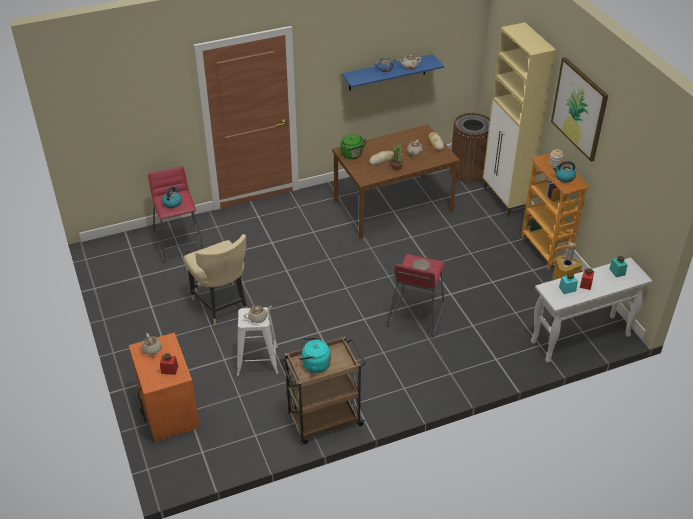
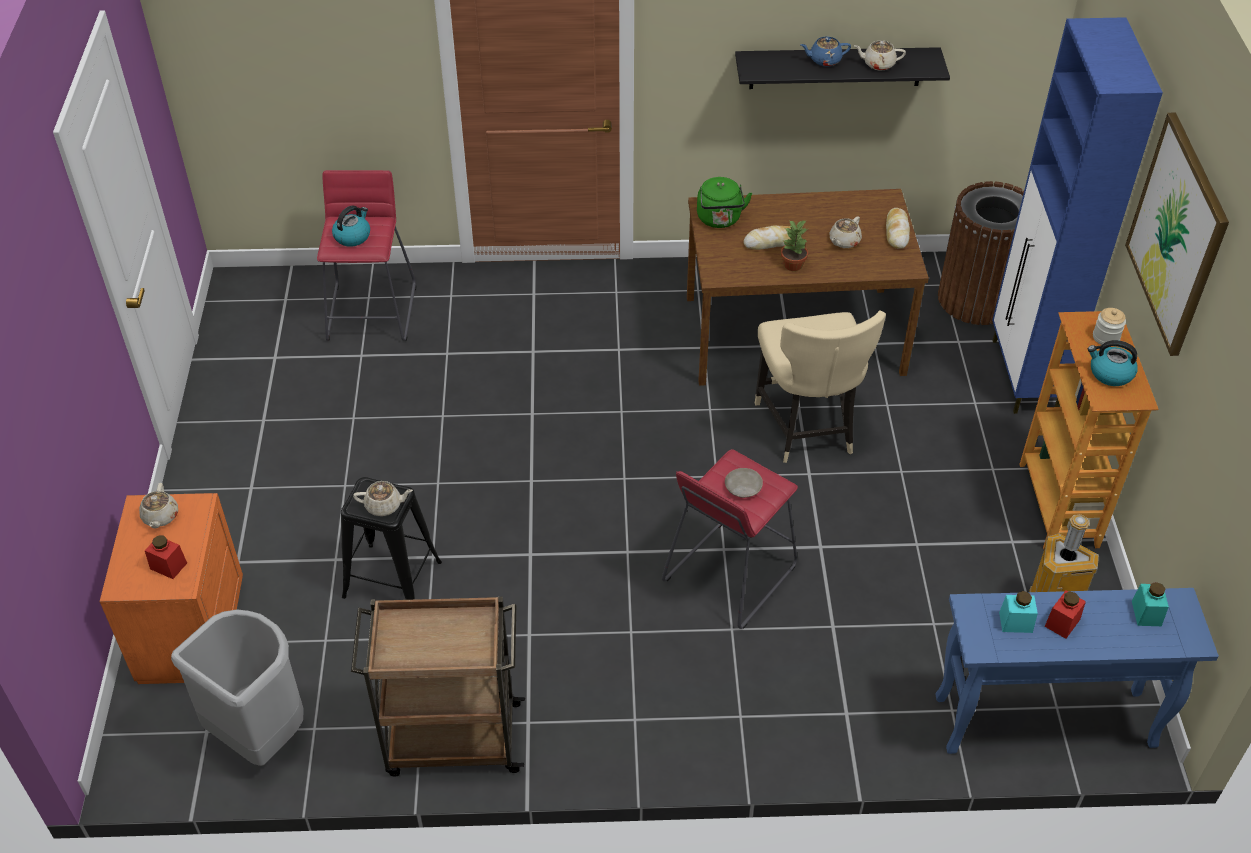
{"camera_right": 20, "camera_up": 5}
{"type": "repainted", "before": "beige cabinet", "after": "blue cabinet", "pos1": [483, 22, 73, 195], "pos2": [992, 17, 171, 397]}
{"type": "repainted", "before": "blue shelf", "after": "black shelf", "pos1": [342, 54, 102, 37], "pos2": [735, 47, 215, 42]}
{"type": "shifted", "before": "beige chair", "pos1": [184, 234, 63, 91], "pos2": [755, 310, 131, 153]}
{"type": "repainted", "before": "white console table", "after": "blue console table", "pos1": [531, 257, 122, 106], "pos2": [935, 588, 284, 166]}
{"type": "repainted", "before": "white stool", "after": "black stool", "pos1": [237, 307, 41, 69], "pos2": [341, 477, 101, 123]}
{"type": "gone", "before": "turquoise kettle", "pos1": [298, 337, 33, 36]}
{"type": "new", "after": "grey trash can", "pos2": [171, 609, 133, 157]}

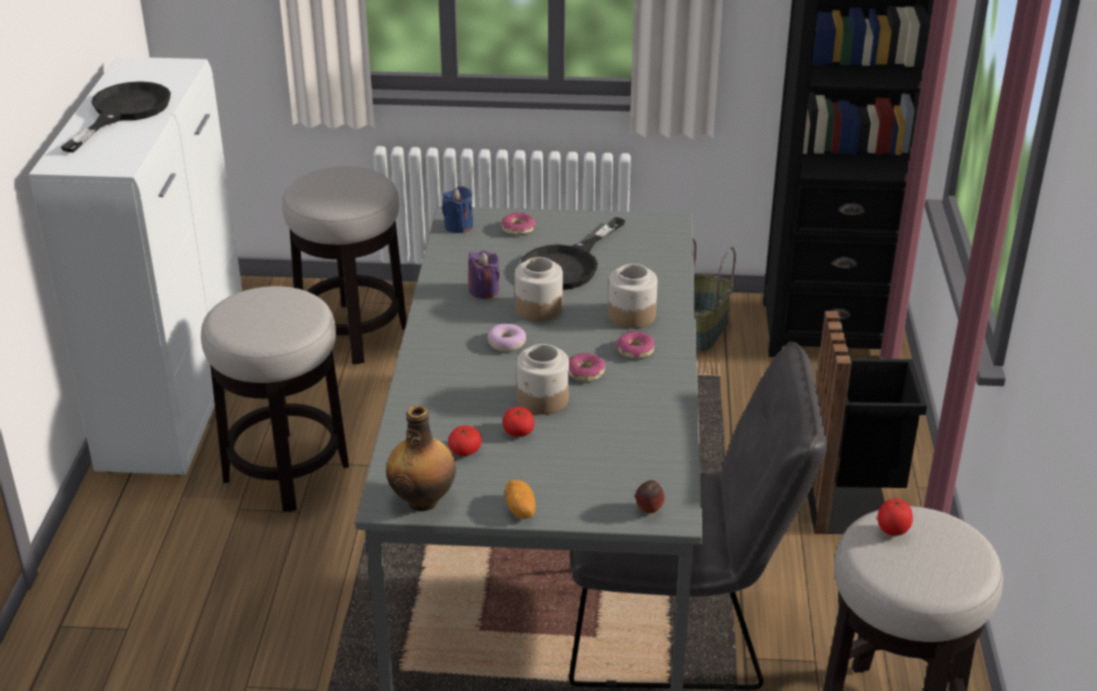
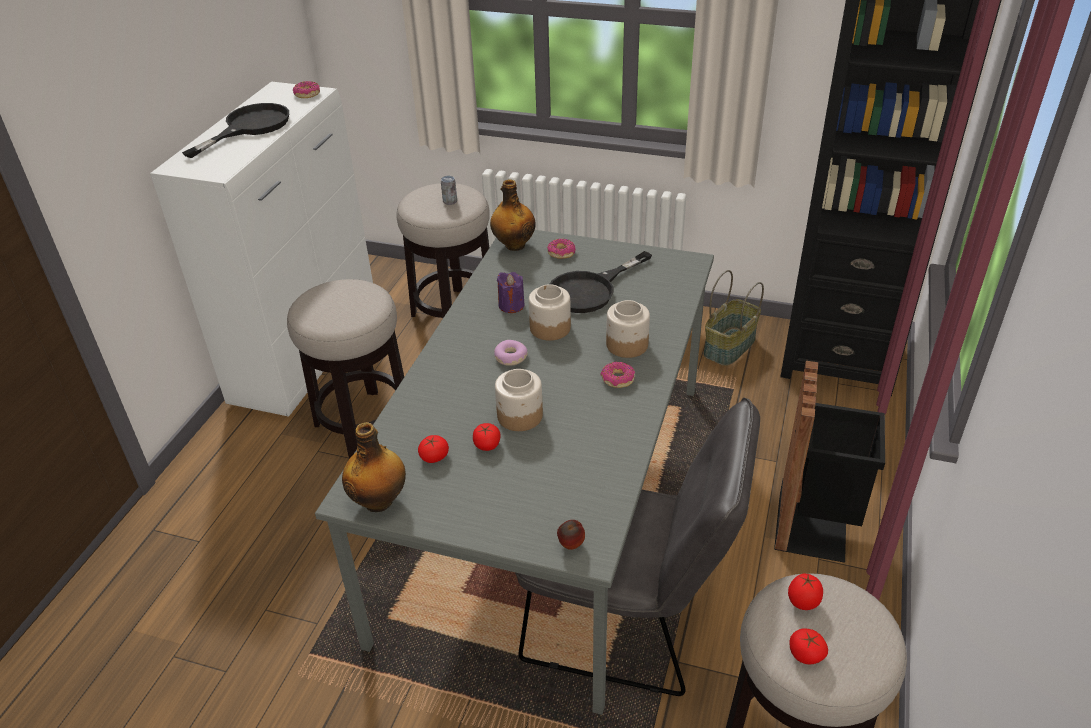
{"camera_right": 15, "camera_up": 5}
{"type": "swapped", "before": "blue candle", "after": "bottle", "pos1": [442, 186, 31, 47], "pos2": [490, 179, 45, 72]}
{"type": "shifted", "before": "donut", "pos1": [569, 353, 36, 29], "pos2": [293, 81, 27, 17]}
{"type": "gone", "before": "potato", "pos1": [505, 480, 31, 39]}
{"type": "new", "after": "can", "pos2": [441, 176, 16, 29]}
{"type": "new", "after": "tomato", "pos2": [789, 628, 39, 36]}

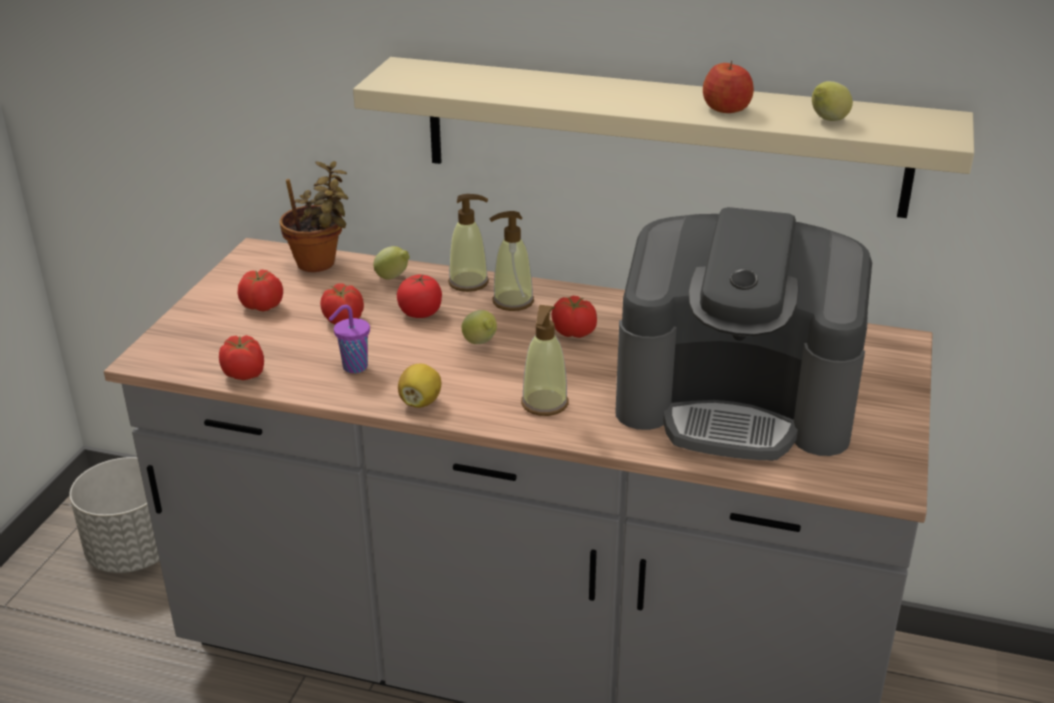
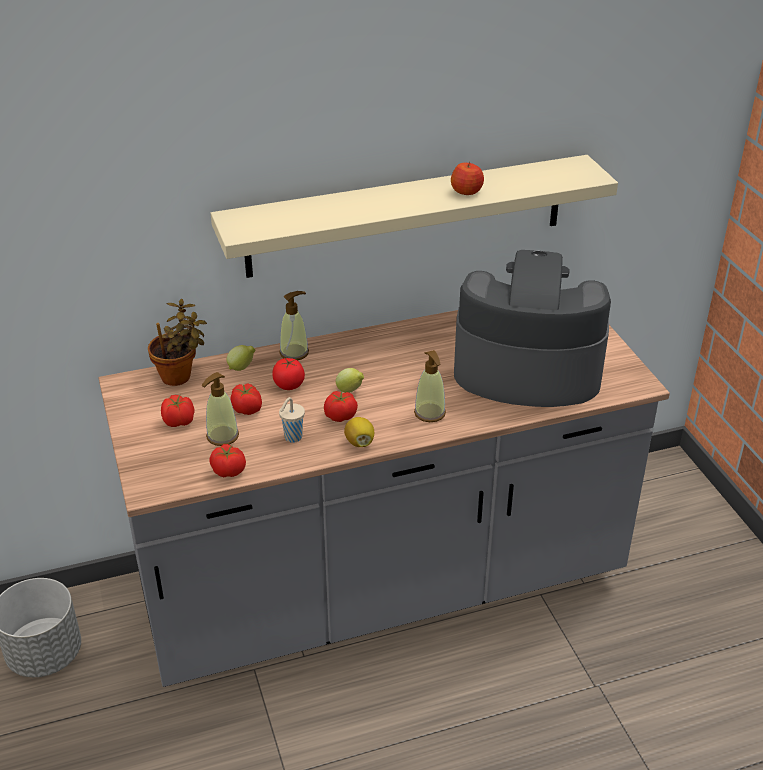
{"camera_right": -35, "camera_up": 5}
{"type": "gone", "before": "lemon", "pos1": [812, 81, 41, 40]}
{"type": "rotated", "before": "coffee machine", "pos1": [616, 207, 256, 254], "pos2": [454, 250, 157, 157], "turn": -150}
{"type": "shifted", "before": "soap dispenser", "pos1": [489, 211, 45, 100], "pos2": [202, 372, 37, 74]}
{"type": "shifted", "before": "tomato", "pos1": [552, 296, 45, 42], "pos2": [324, 391, 34, 31]}
{"type": "repainted", "before": "purple cup", "after": "beige cup", "pos1": [329, 305, 41, 68], "pos2": [279, 397, 26, 46]}

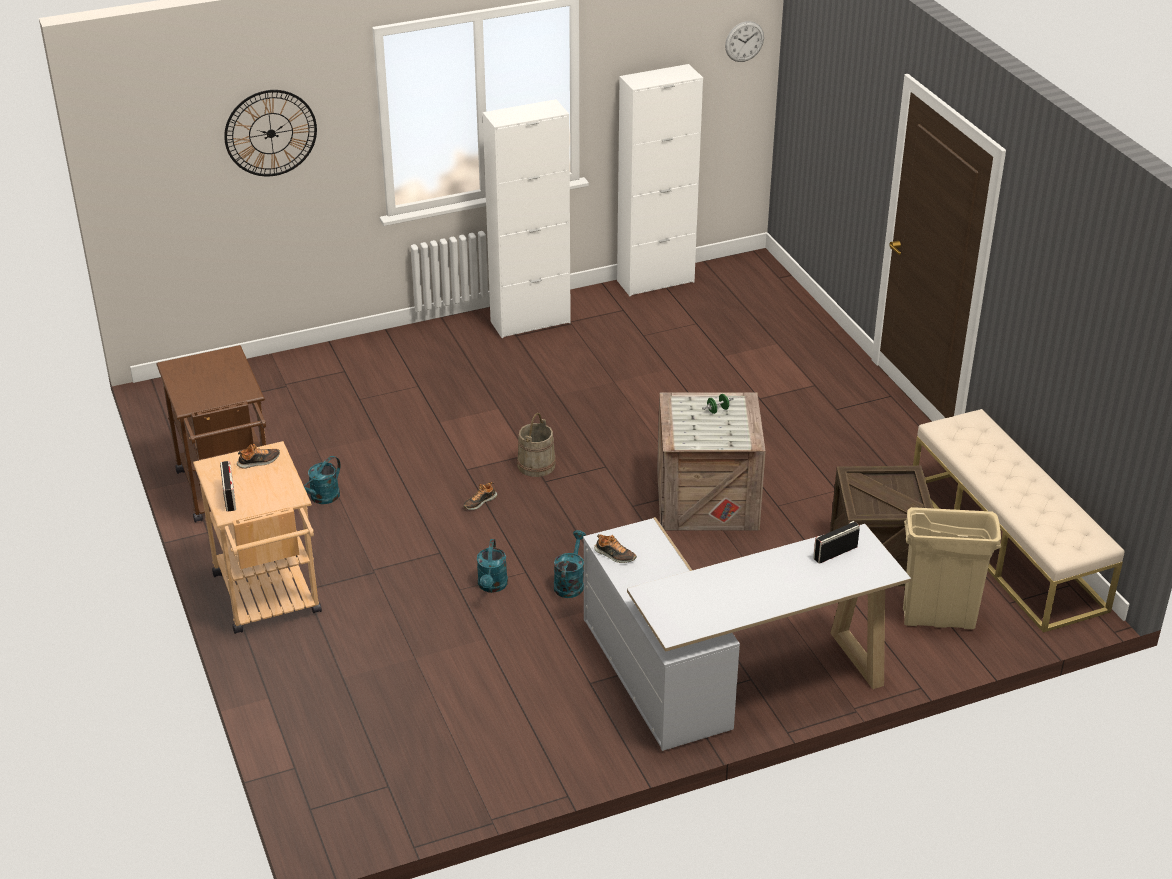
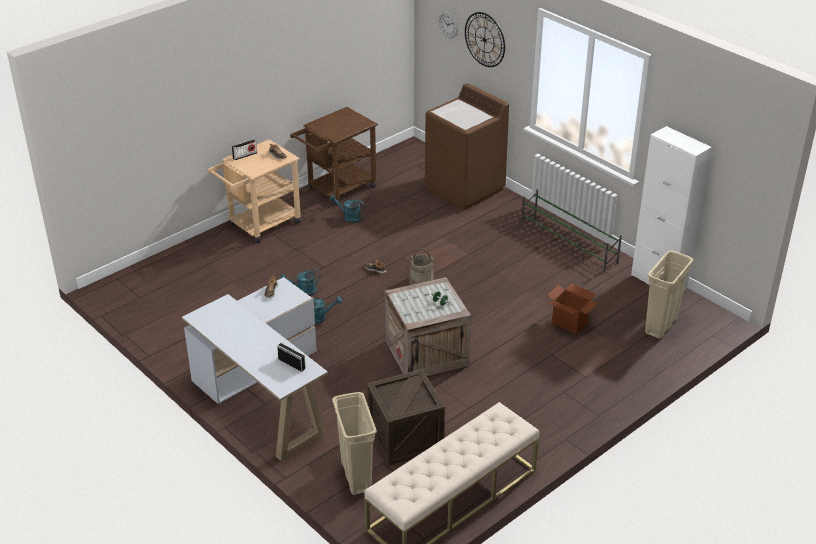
{"camera_right": 70, "camera_up": 0}
{"type": "shifted", "before": "wall clock", "pos1": [725, 21, 39, 41], "pos2": [439, 12, 19, 26]}
{"type": "swapped", "before": "white cabinet", "after": "green shoe rack", "pos1": [483, 99, 88, 239], "pos2": [521, 190, 101, 82]}
{"type": "new", "after": "brown washing machine", "pos2": [425, 83, 84, 127]}
{"type": "new", "after": "beige trash can", "pos2": [645, 250, 48, 89]}
{"type": "new", "after": "cardboard box", "pos2": [548, 284, 50, 50]}

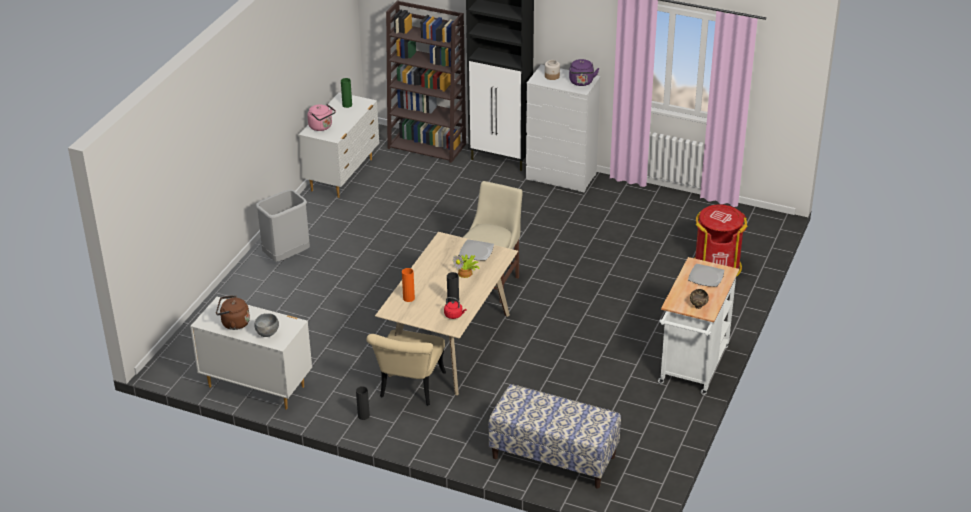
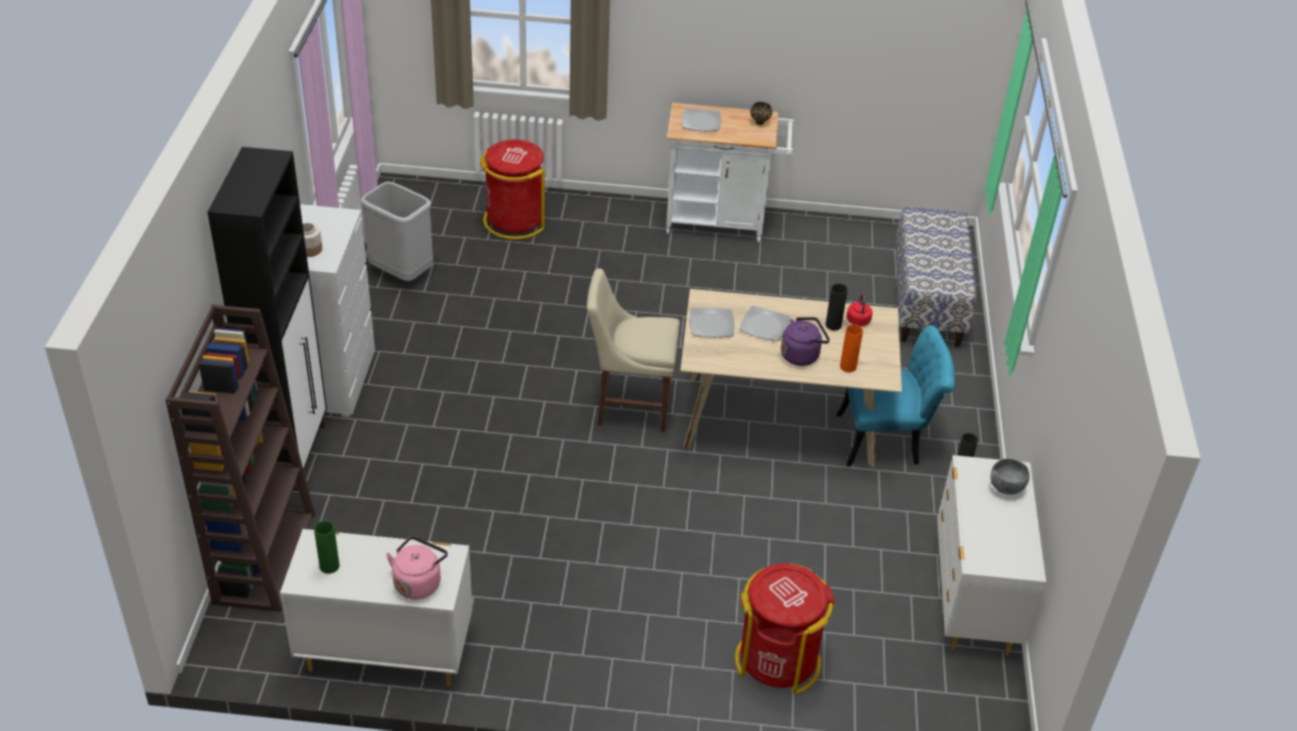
{"camera_right": -110, "camera_up": 5}
{"type": "shifted", "before": "purple kettle", "pos1": [569, 59, 30, 27], "pos2": [781, 317, 49, 49]}
{"type": "shifted", "before": "grey trash can", "pos1": [256, 189, 54, 73], "pos2": [360, 181, 73, 100]}
{"type": "swapped", "before": "potted plant", "after": "plate", "pos1": [453, 254, 26, 24], "pos2": [739, 306, 51, 35]}
{"type": "gone", "before": "brown kettle", "pos1": [216, 295, 34, 35]}
{"type": "repainted", "before": "beige chair", "after": "turquoise chair", "pos1": [366, 330, 80, 76], "pos2": [837, 325, 118, 141]}
{"type": "new", "after": "red trash can", "pos2": [735, 563, 100, 132]}

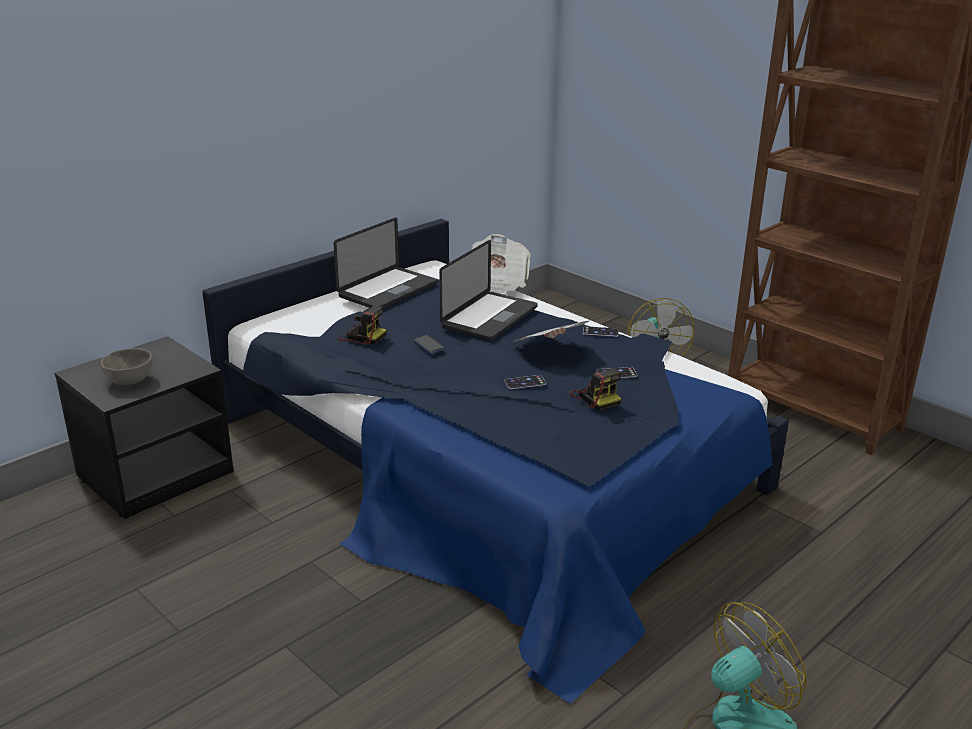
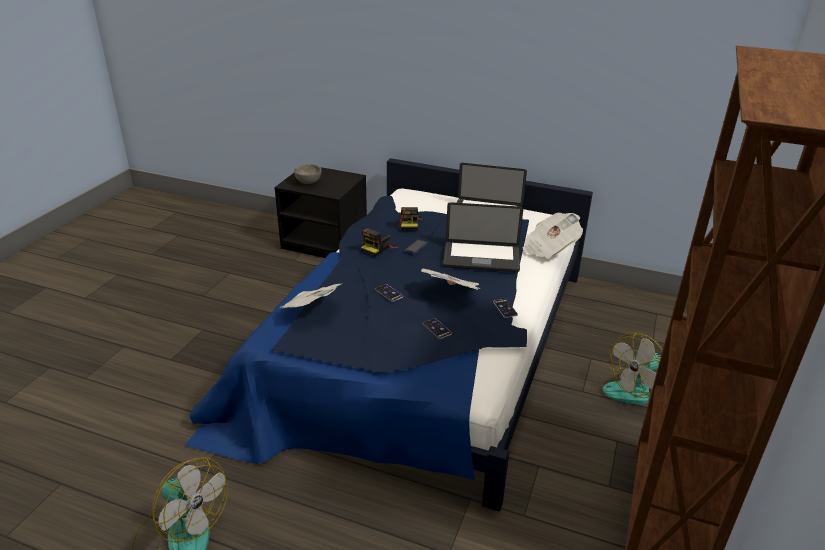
{"camera_right": 65, "camera_up": 5}
{"type": "shifted", "before": "photo camera", "pos1": [570, 369, 51, 42], "pos2": [361, 228, 37, 29]}
{"type": "new", "after": "newspaper", "pos2": [280, 284, 61, 24]}

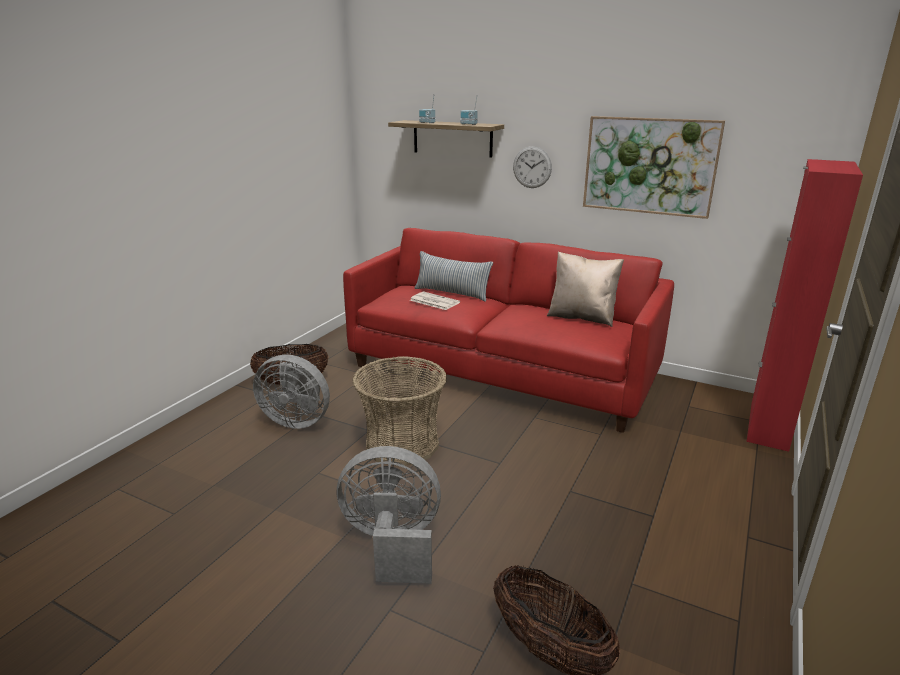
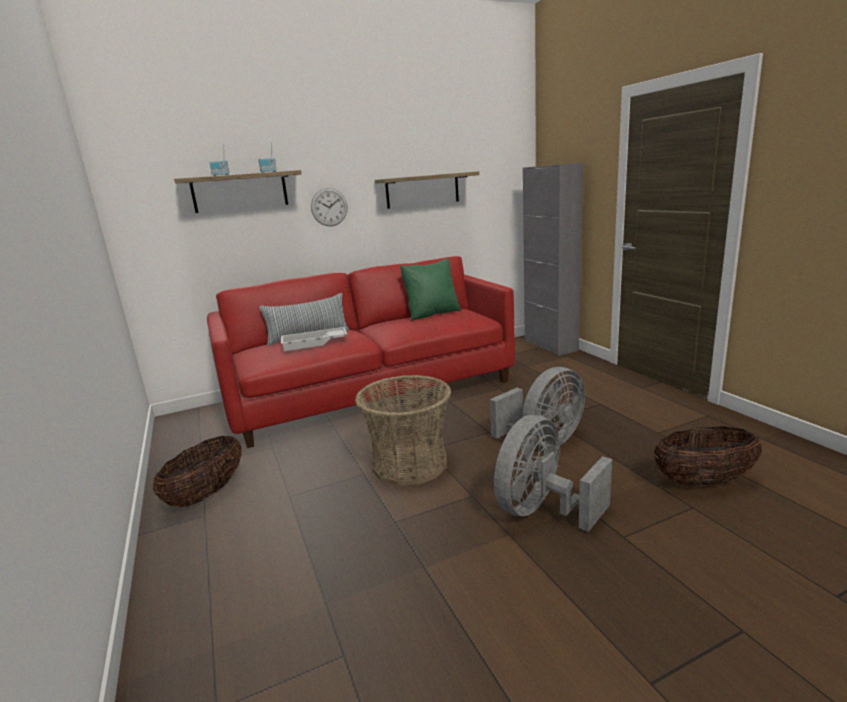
{"camera_right": -50, "camera_up": -5}
{"type": "swapped", "before": "picture", "after": "shelf", "pos1": [583, 116, 142, 103], "pos2": [375, 171, 104, 38]}
{"type": "repainted", "before": "red cabinet", "after": "grey cabinet", "pos1": [746, 159, 117, 293], "pos2": [523, 163, 60, 193]}
{"type": "repainted", "before": "beige pillow", "after": "green pillow", "pos1": [547, 251, 77, 76], "pos2": [400, 258, 61, 63]}
{"type": "swapped", "before": "newspaper", "after": "white tray", "pos1": [410, 292, 50, 18], "pos2": [281, 327, 66, 24]}
{"type": "shifted", "before": "grey fan", "pos1": [253, 355, 77, 74], "pos2": [490, 367, 95, 80]}

